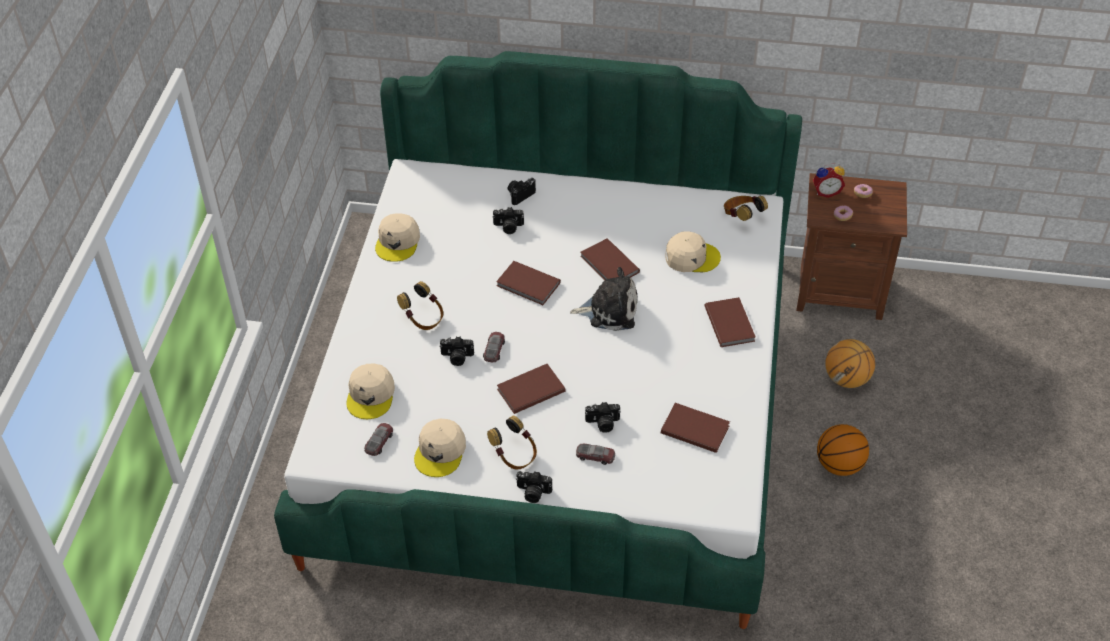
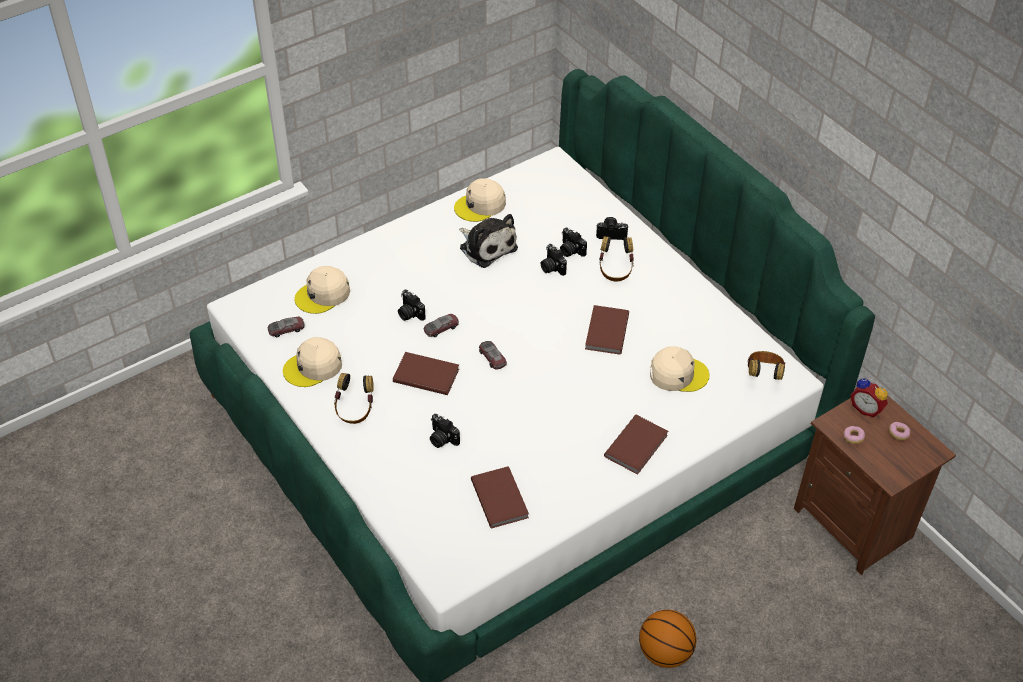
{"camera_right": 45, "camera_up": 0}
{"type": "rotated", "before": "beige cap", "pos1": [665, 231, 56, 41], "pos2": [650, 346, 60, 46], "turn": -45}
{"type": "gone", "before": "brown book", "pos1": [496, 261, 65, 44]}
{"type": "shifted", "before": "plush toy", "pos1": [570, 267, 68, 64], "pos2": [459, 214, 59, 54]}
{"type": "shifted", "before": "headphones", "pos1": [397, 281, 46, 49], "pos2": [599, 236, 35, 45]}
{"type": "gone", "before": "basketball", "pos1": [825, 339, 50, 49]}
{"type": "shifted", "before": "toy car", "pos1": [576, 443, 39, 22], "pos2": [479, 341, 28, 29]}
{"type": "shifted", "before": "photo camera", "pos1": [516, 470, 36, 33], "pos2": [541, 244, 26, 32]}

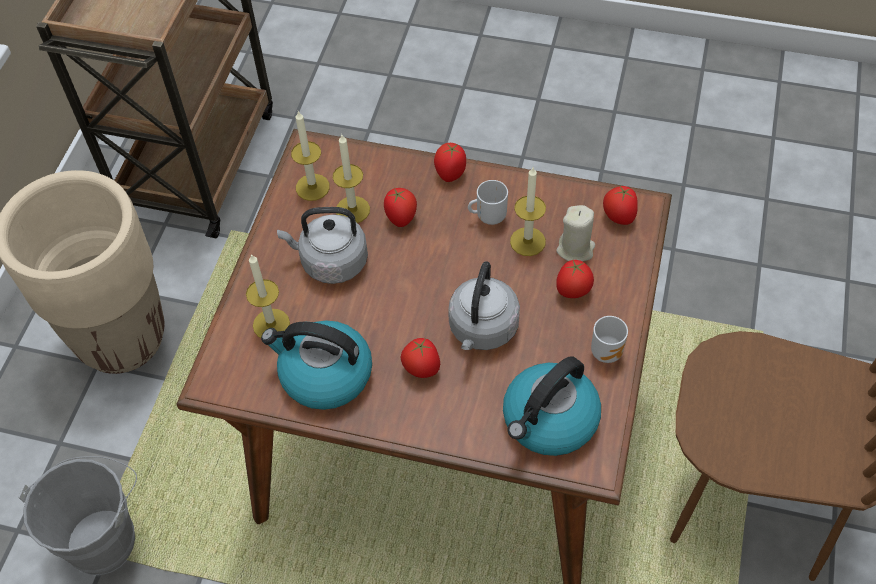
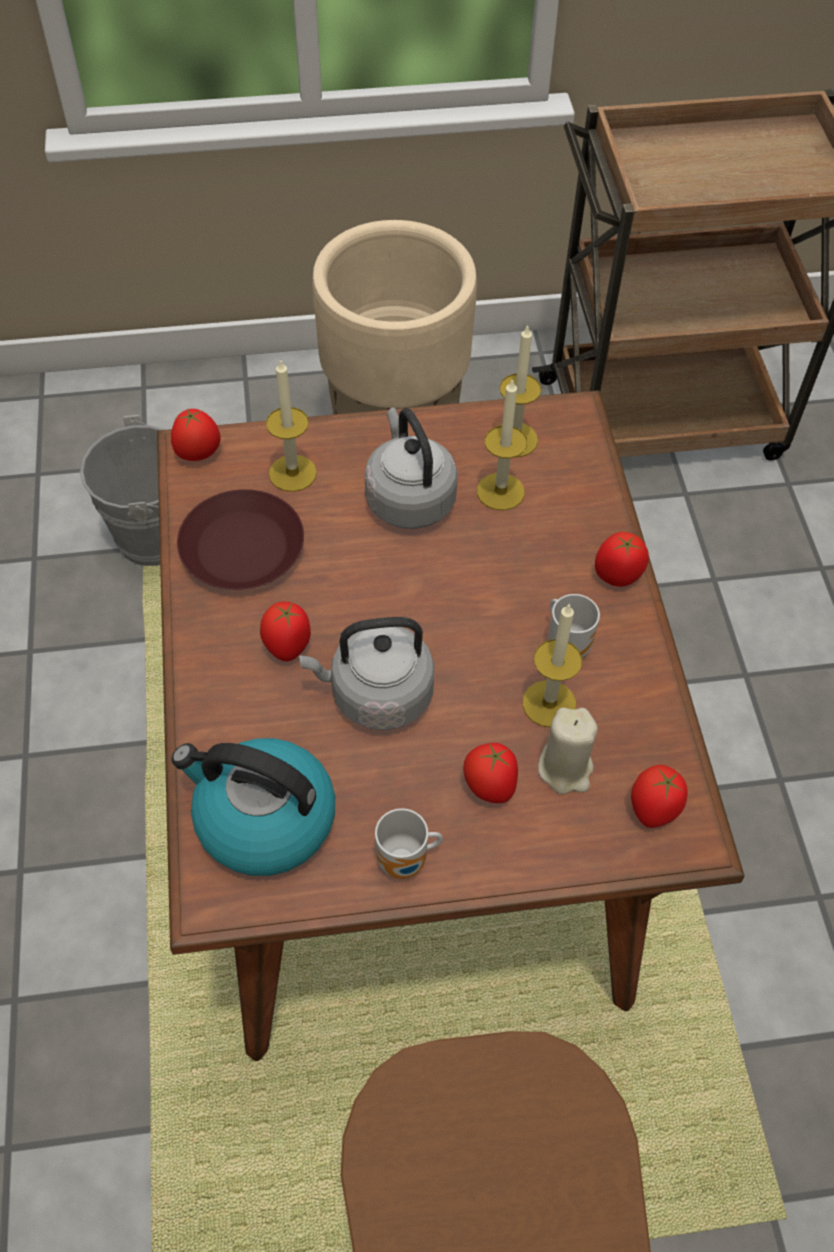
{"camera_right": 65, "camera_up": 0}
{"type": "shifted", "before": "tomato", "pos1": [384, 188, 33, 39], "pos2": [171, 409, 49, 52]}
{"type": "swapped", "before": "kettle", "after": "brown plate", "pos1": [261, 321, 111, 89], "pos2": [177, 489, 127, 101]}

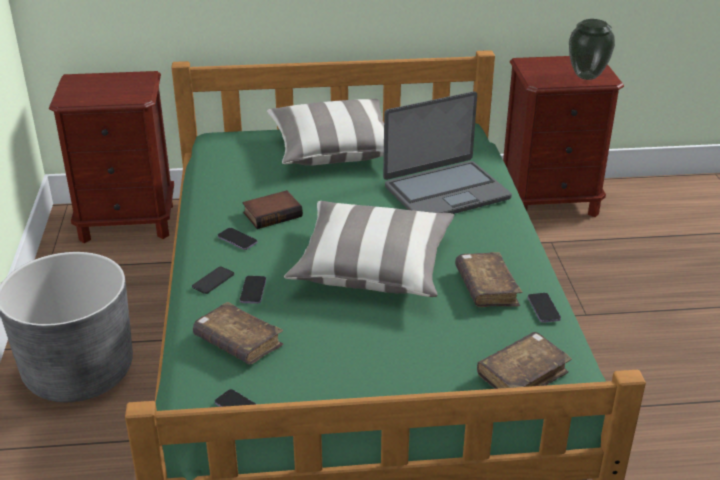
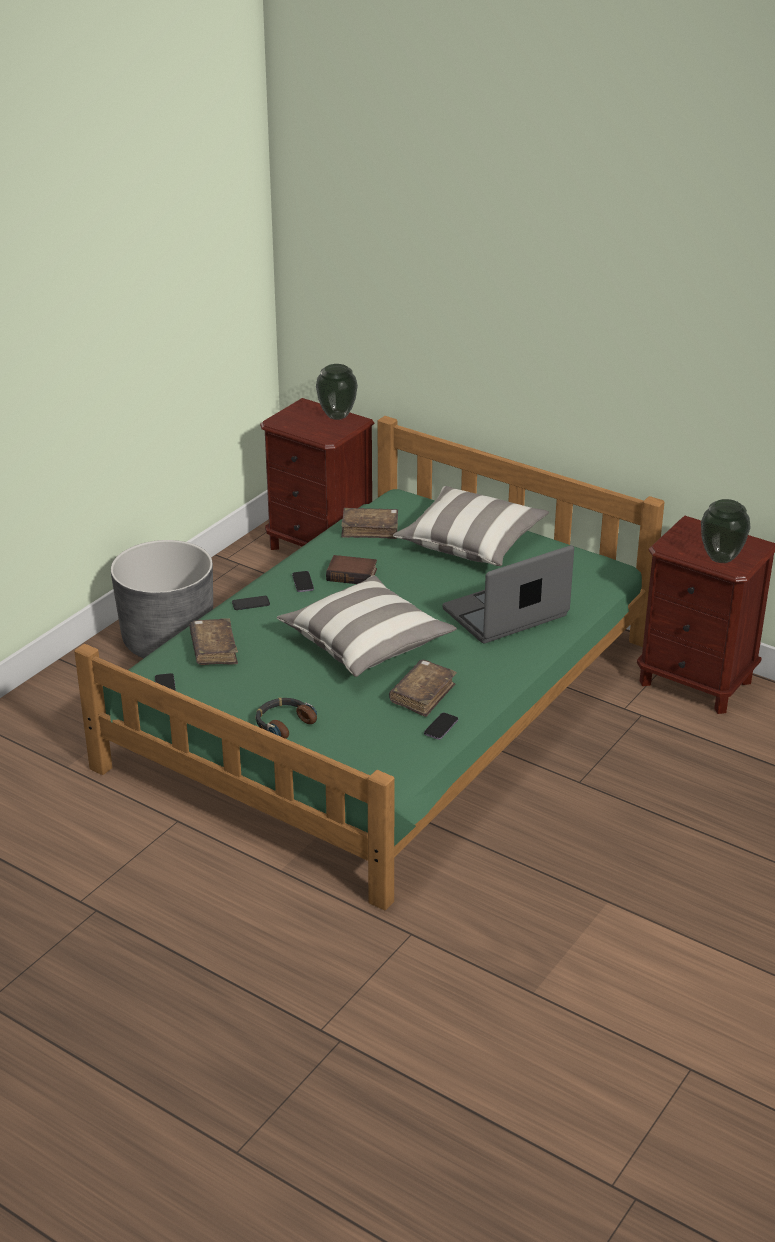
{"camera_right": 40, "camera_up": 0}
{"type": "rotated", "before": "laptop", "pos1": [383, 91, 129, 123], "pos2": [442, 545, 132, 99], "turn": 135}
{"type": "gone", "before": "phone", "pos1": [240, 276, 26, 28]}
{"type": "shifted", "before": "brown book", "pos1": [477, 332, 95, 57], "pos2": [341, 508, 57, 31]}
{"type": "new", "after": "vase", "pos2": [316, 364, 42, 56]}
{"type": "new", "after": "headphones", "pos2": [255, 698, 62, 41]}

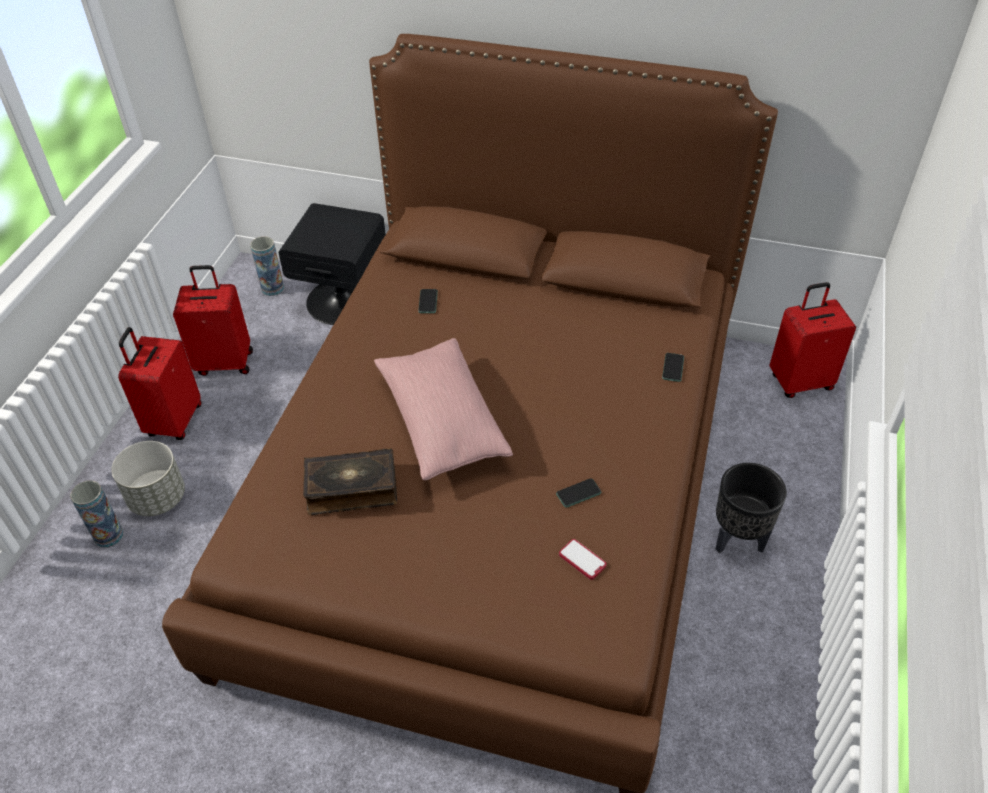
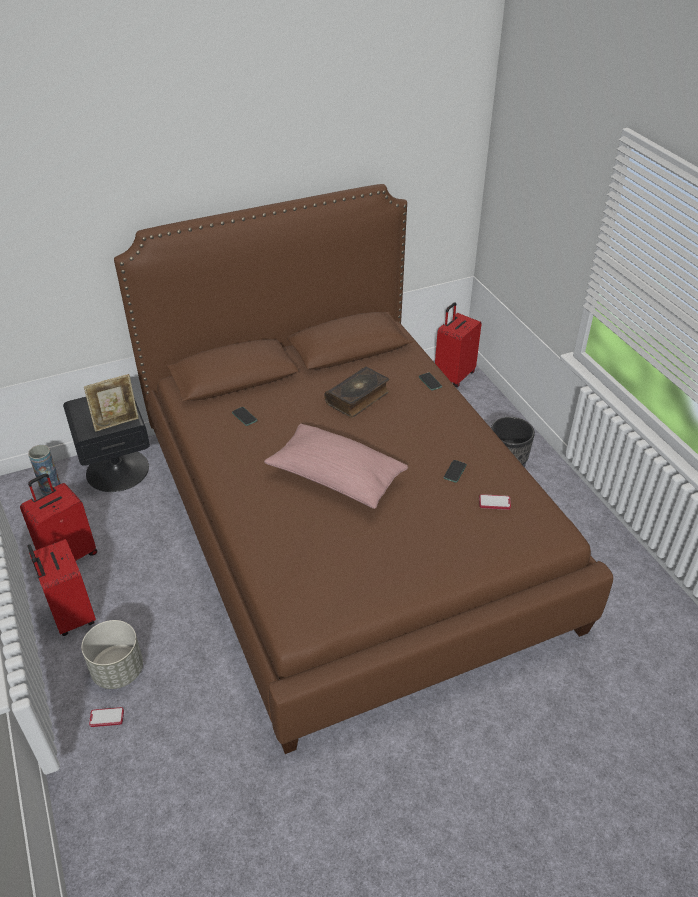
{"camera_right": -40, "camera_up": -5}
{"type": "shifted", "before": "book", "pos1": [303, 448, 94, 67], "pos2": [324, 367, 65, 51]}
{"type": "swapped", "before": "vase", "after": "phone", "pos1": [70, 481, 54, 67], "pos2": [89, 707, 35, 20]}
{"type": "new", "after": "picture frame", "pos2": [84, 374, 55, 58]}

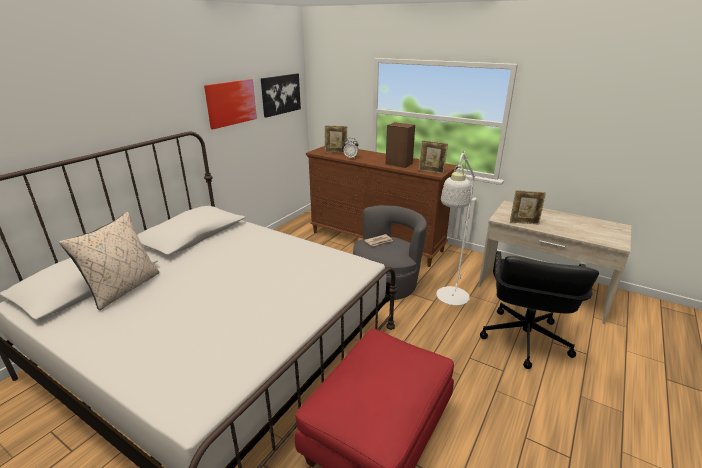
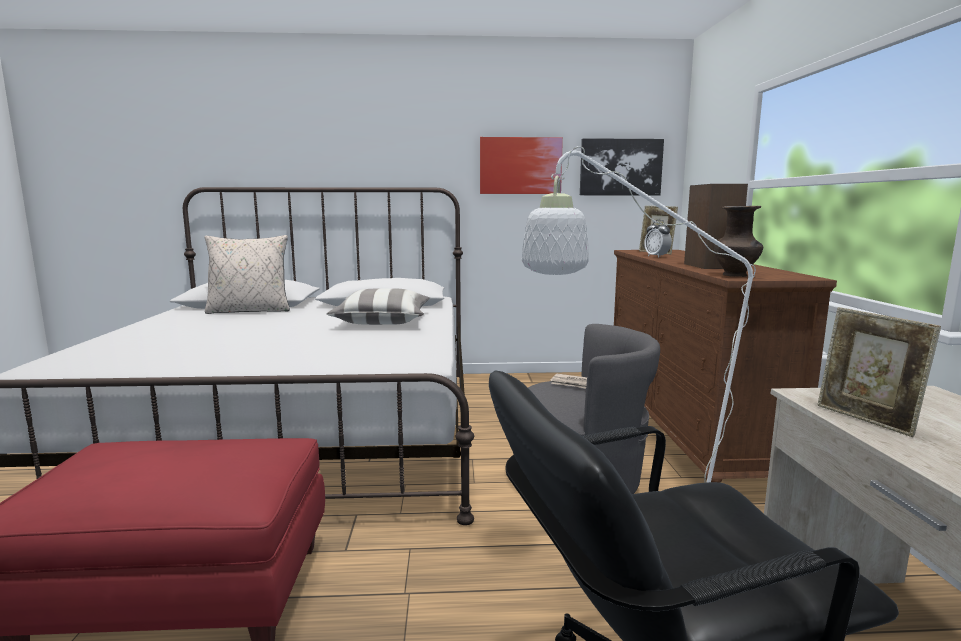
{"camera_right": 55, "camera_up": -15}
{"type": "swapped", "before": "picture frame", "after": "brown vase", "pos1": [418, 140, 30, 34], "pos2": [714, 206, 49, 71]}
{"type": "new", "after": "pillow", "pos2": [326, 288, 104, 37]}

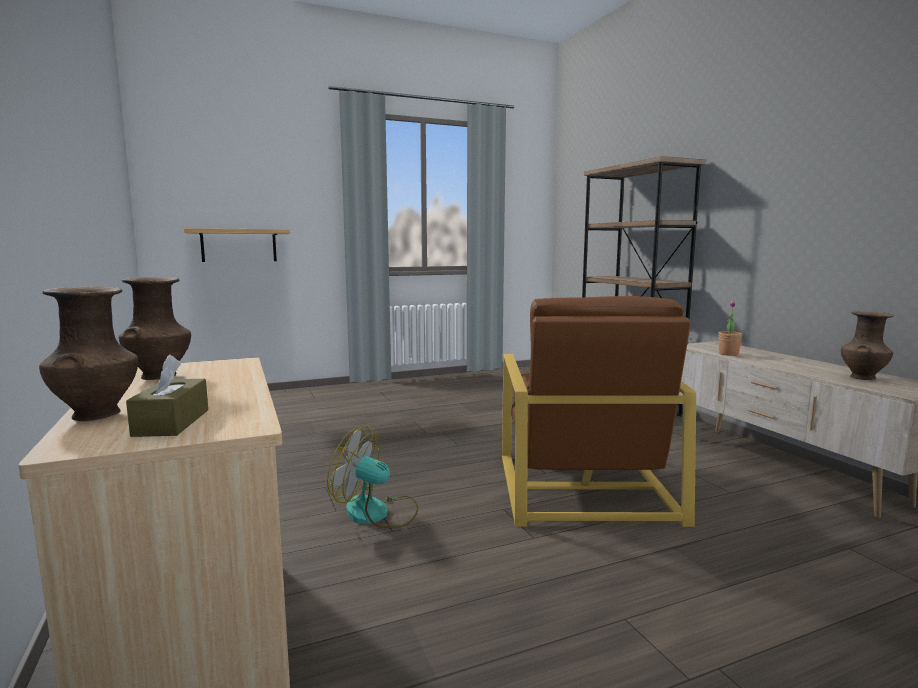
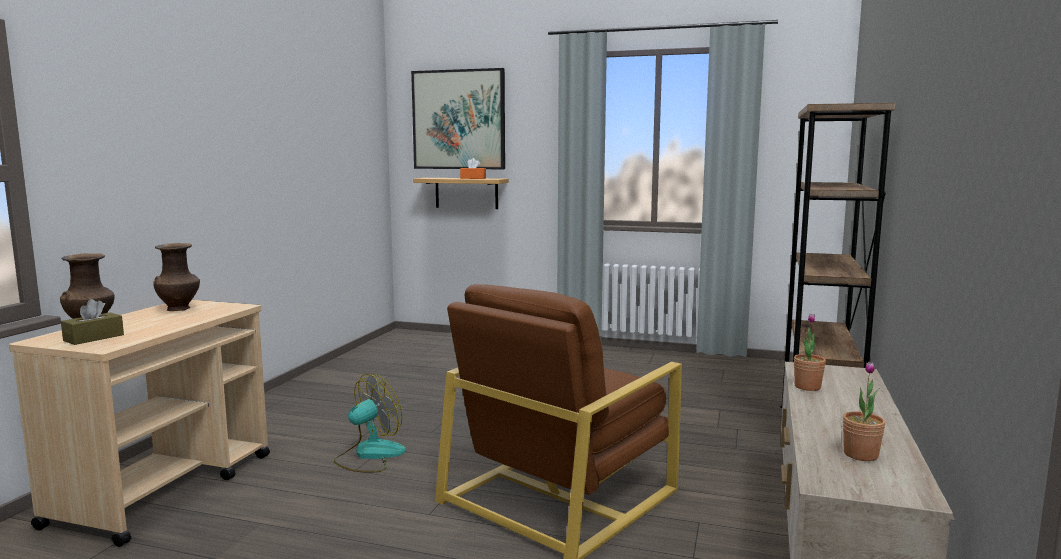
{"camera_right": 40, "camera_up": 0}
{"type": "swapped", "before": "brown vase", "after": "potted plant", "pos1": [841, 311, 52, 69], "pos2": [843, 362, 42, 99]}
{"type": "rotated", "before": "fan", "pos1": [327, 426, 91, 102], "pos2": [334, 374, 72, 99], "turn": 75}
{"type": "new", "after": "picture", "pos2": [411, 68, 94, 101]}
{"type": "new", "after": "orange tissue box", "pos2": [460, 158, 26, 21]}

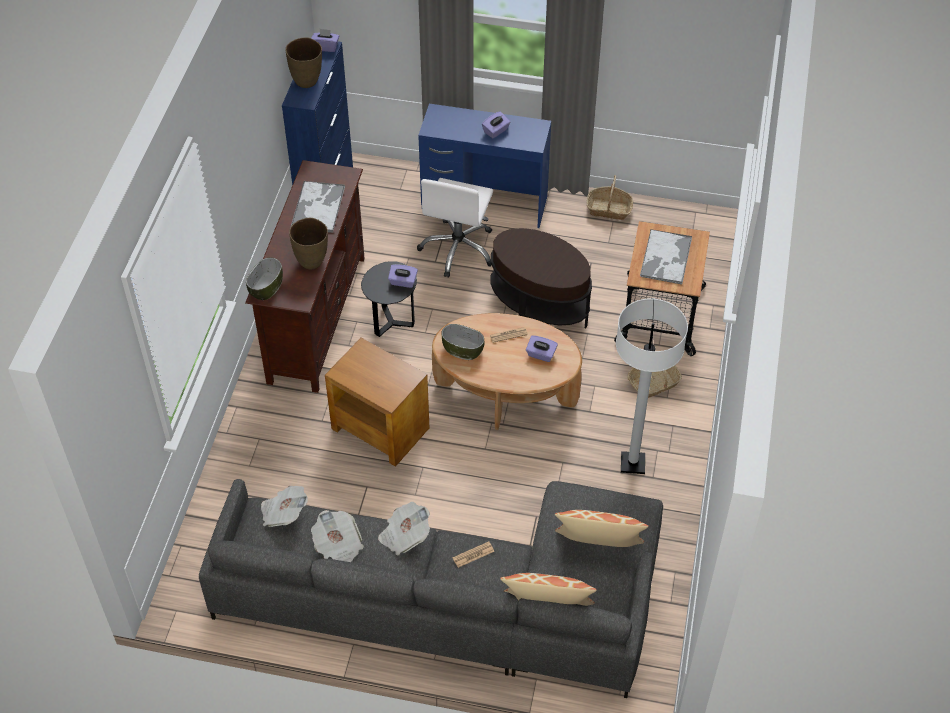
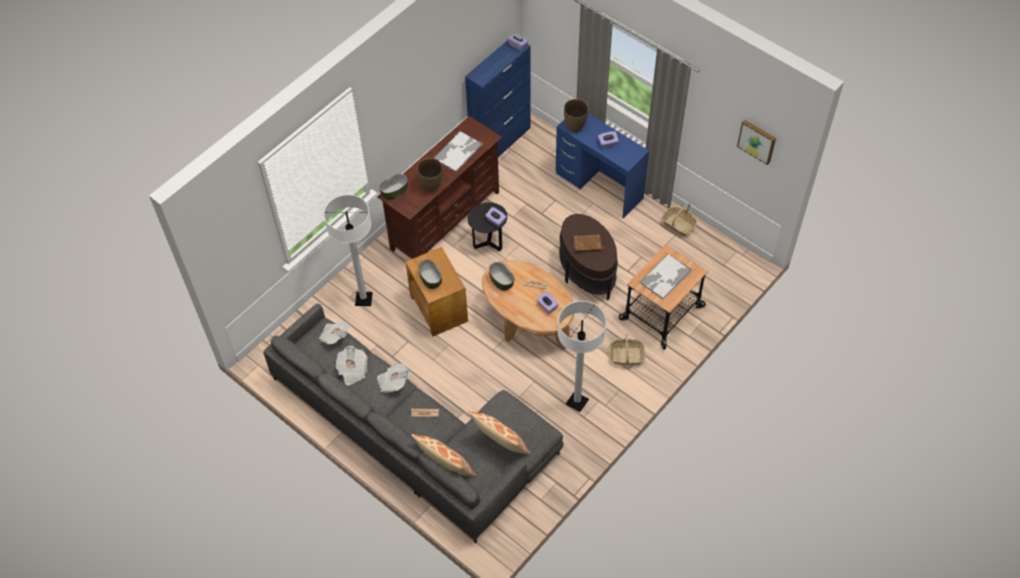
{"camera_right": 30, "camera_up": 5}
{"type": "shifted", "before": "brown vase", "pos1": [285, 37, 37, 51], "pos2": [564, 99, 25, 33]}
{"type": "gone", "before": "white office chair", "pos1": [417, 178, 76, 100]}
{"type": "new", "after": "picture", "pos2": [737, 120, 39, 45]}
{"type": "new", "after": "white floor lamp", "pos2": [324, 194, 49, 112]}
{"type": "new", "after": "brown book", "pos2": [574, 235, 32, 18]}
{"type": "new", "after": "bowl", "pos2": [418, 259, 24, 30]}

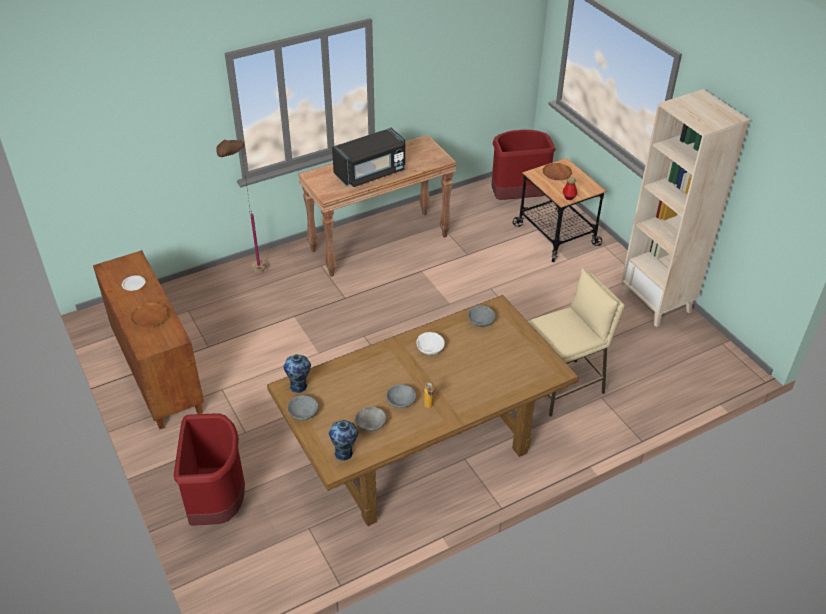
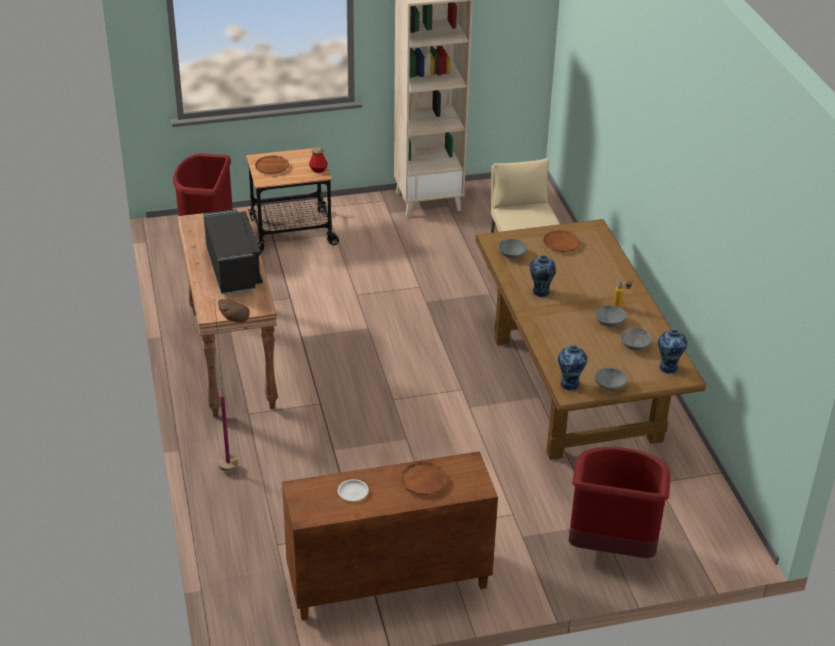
{"camera_right": -75, "camera_up": -5}
{"type": "swapped", "before": "white bowl", "after": "vase", "pos1": [416, 332, 29, 23], "pos2": [530, 255, 26, 42]}
{"type": "new", "after": "brown plate", "pos2": [543, 230, 38, 22]}

